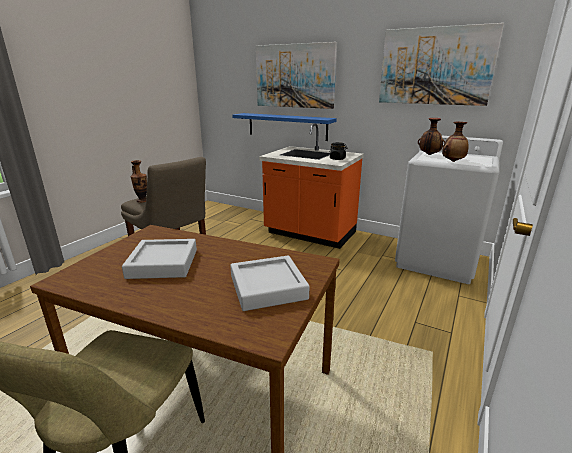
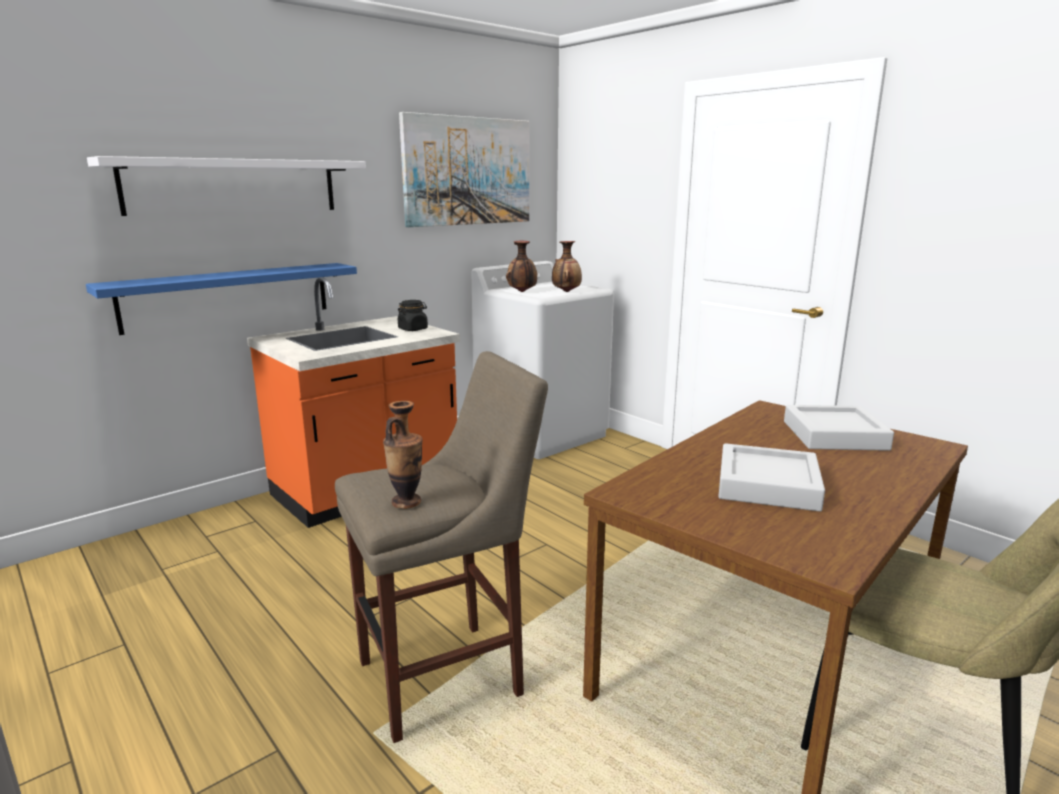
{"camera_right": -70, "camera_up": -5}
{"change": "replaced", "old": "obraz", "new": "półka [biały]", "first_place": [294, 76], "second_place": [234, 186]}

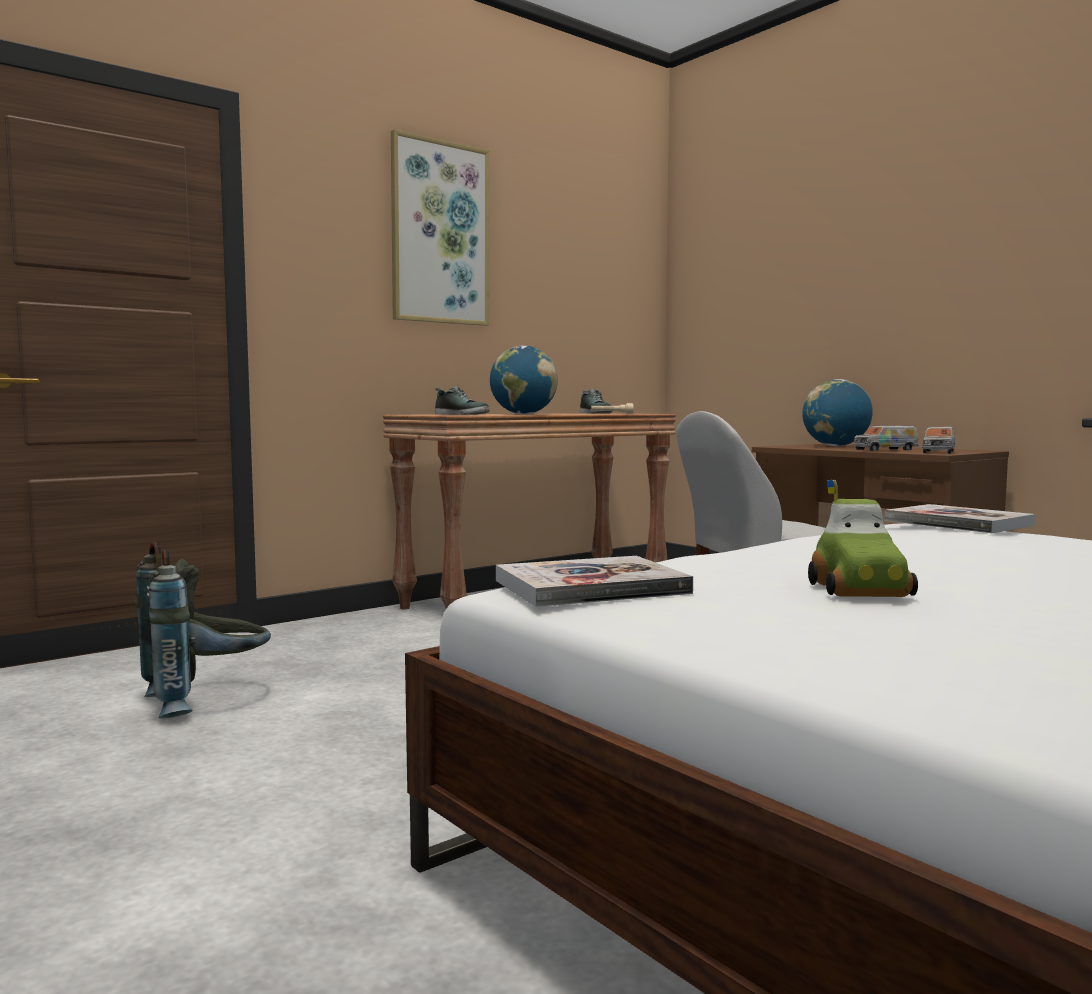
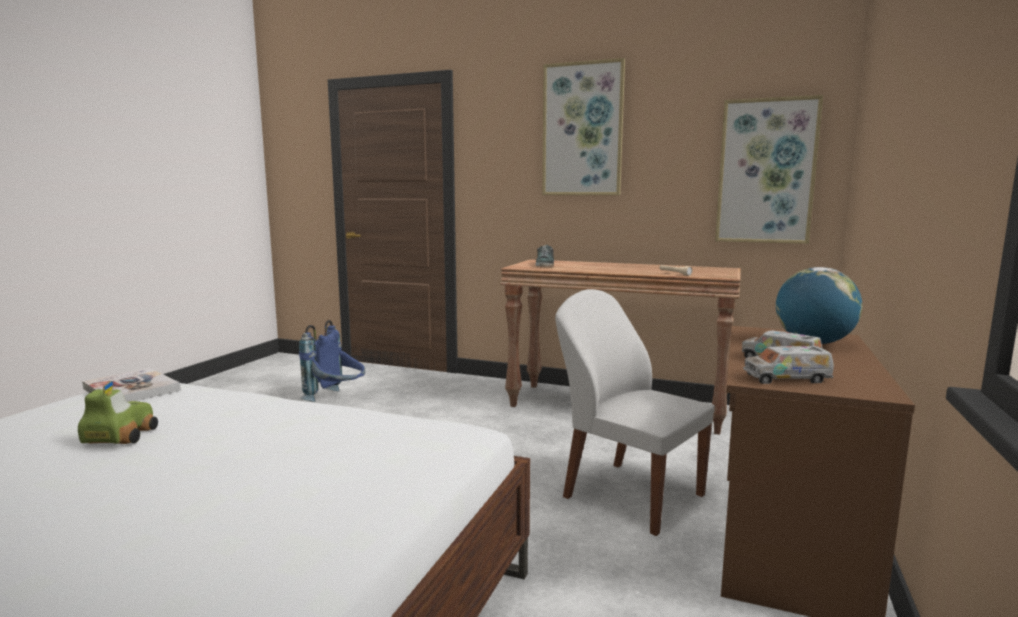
{"camera_right": 60, "camera_up": 5}
{"change": "turned", "old": "samochodzik", "first_place": [862, 590], "second_place": [119, 437], "degrees": 120}
{"change": "recoloured", "old": "plecak [szary]", "new": "plecak [niebieski]", "first_place": [206, 700], "second_place": [337, 399]}
{"change": "added", "new": "obraz", "second_place": [766, 171]}
{"change": "removed", "old": "globus", "first_place": [523, 414]}
{"change": "removed", "old": "but", "first_place": [596, 413]}
{"change": "removed", "old": "książka", "first_place": [958, 523]}

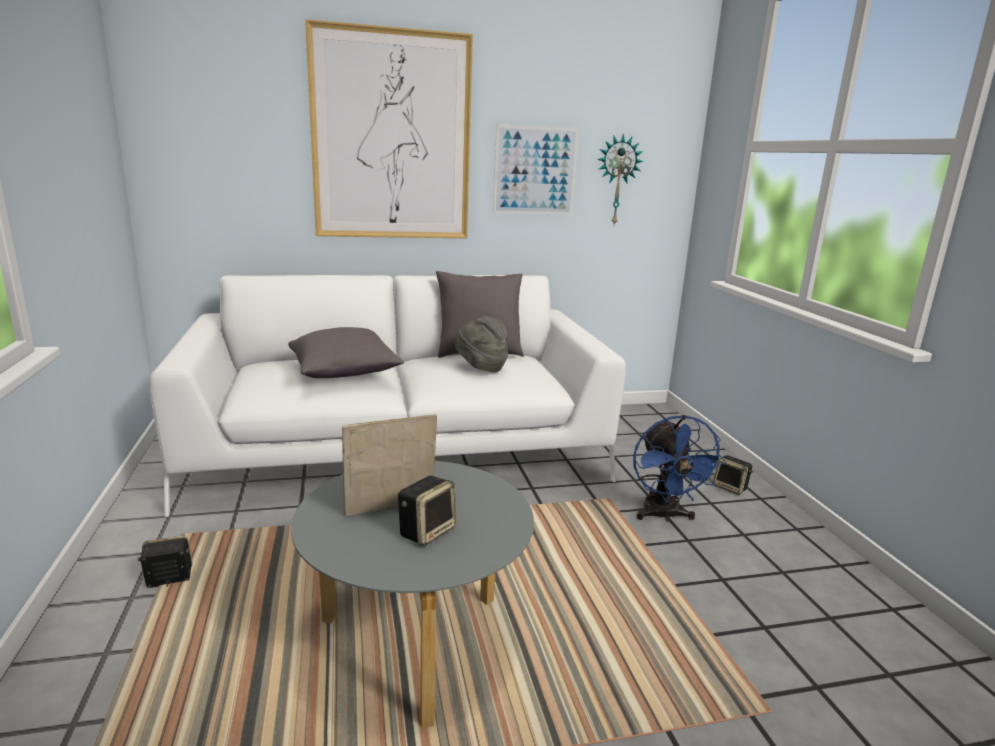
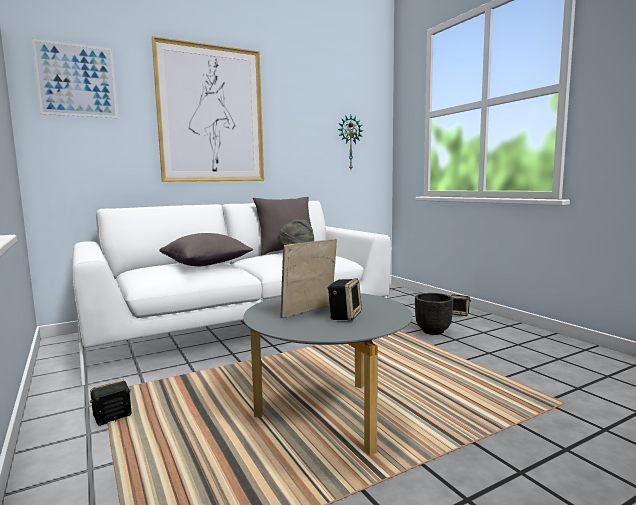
{"camera_right": -15, "camera_up": -10}
{"change": "moved", "old": "obraz", "first_place": [535, 171], "second_place": [77, 80]}
{"change": "replaced", "old": "wentylator [niebieski]", "new": "donica [czarny]", "first_place": [664, 516], "second_place": [433, 331]}

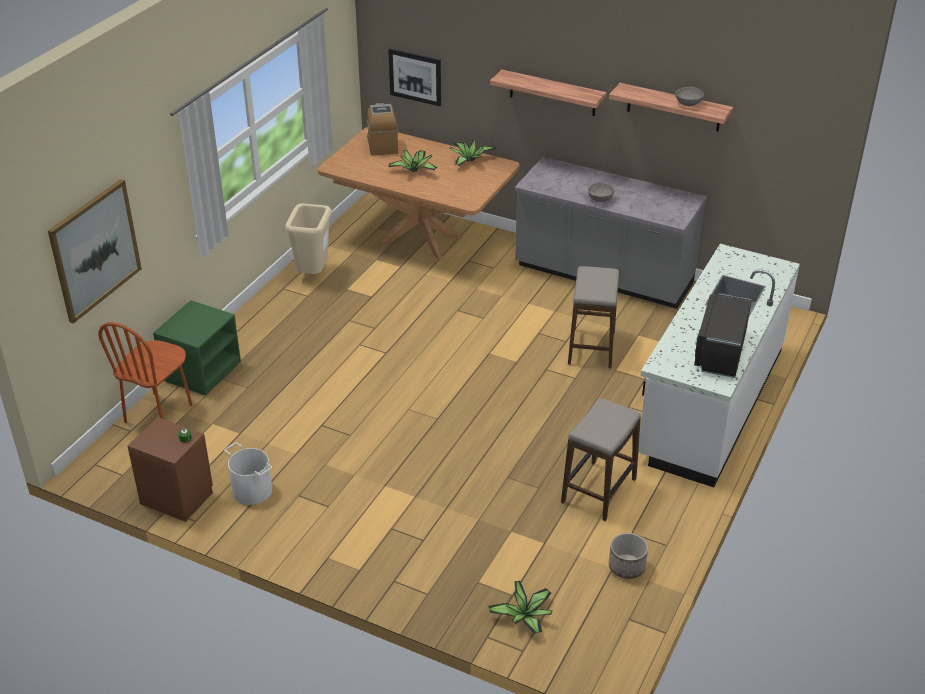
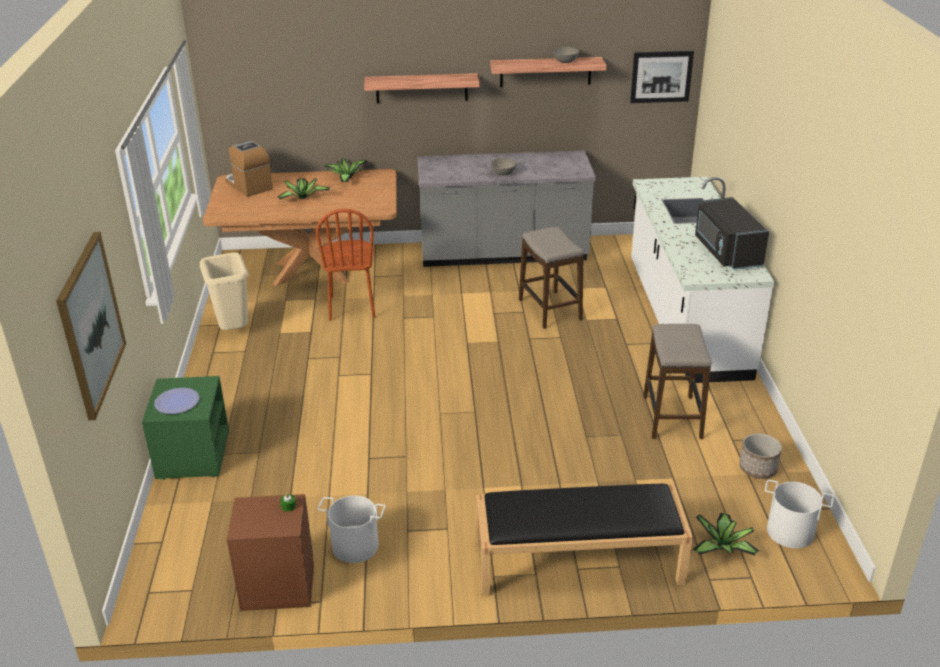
{"camera_right": -30, "camera_up": -5}
{"change": "added", "new": "talerz", "second_place": [177, 402]}
{"change": "moved", "old": "krzesło [brązowy]", "first_place": [159, 414], "second_place": [351, 307]}
{"change": "added", "new": "ławka [czarny]", "second_place": [577, 562]}
{"change": "moved", "old": "obraz", "first_place": [415, 77], "second_place": [661, 76]}
{"change": "added", "new": "wiadro [biały]", "second_place": [790, 532]}

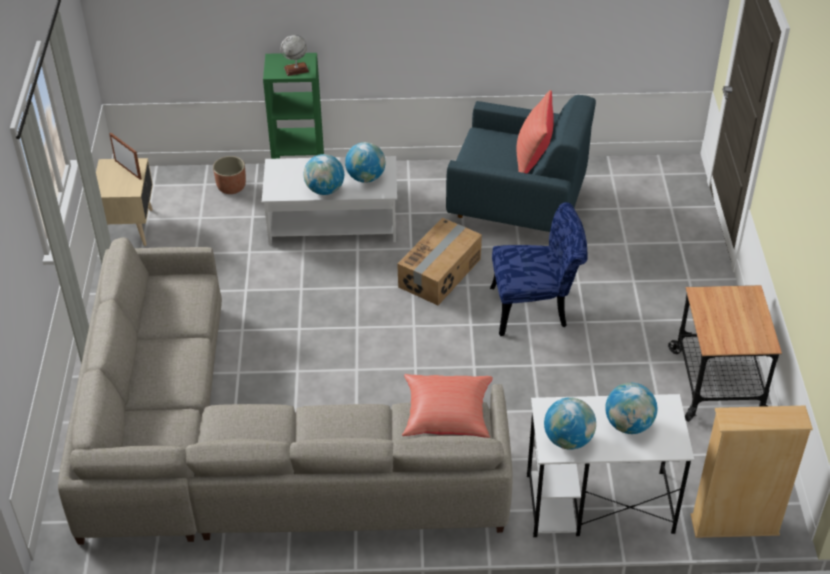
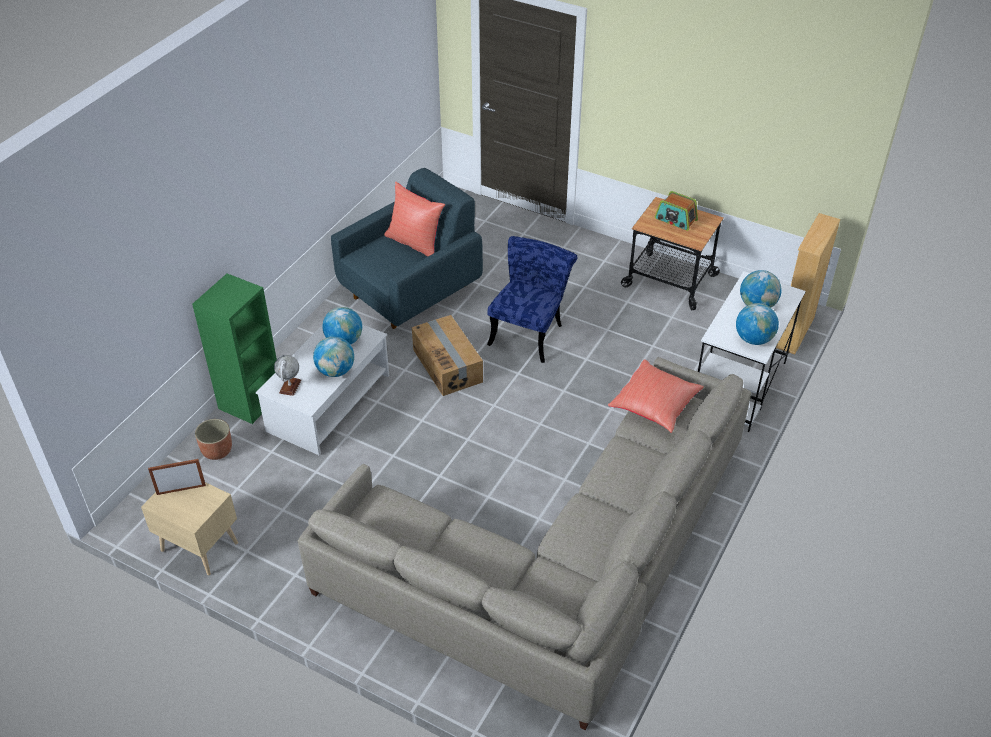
{"camera_right": -60, "camera_up": 0}
{"change": "moved", "old": "globus", "first_place": [296, 69], "second_place": [290, 386]}
{"change": "added", "new": "radio", "second_place": [675, 219]}

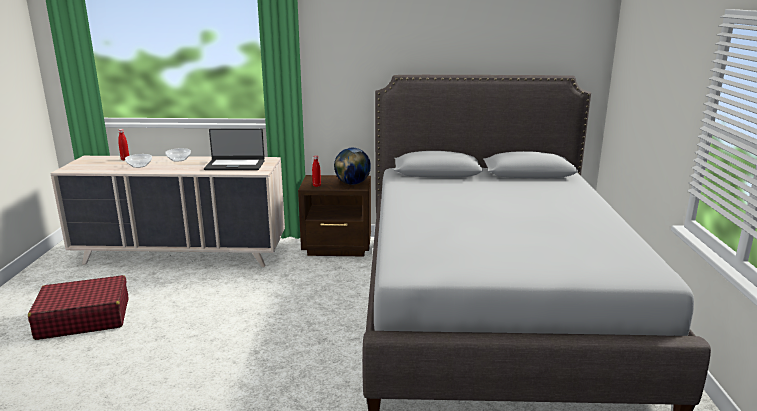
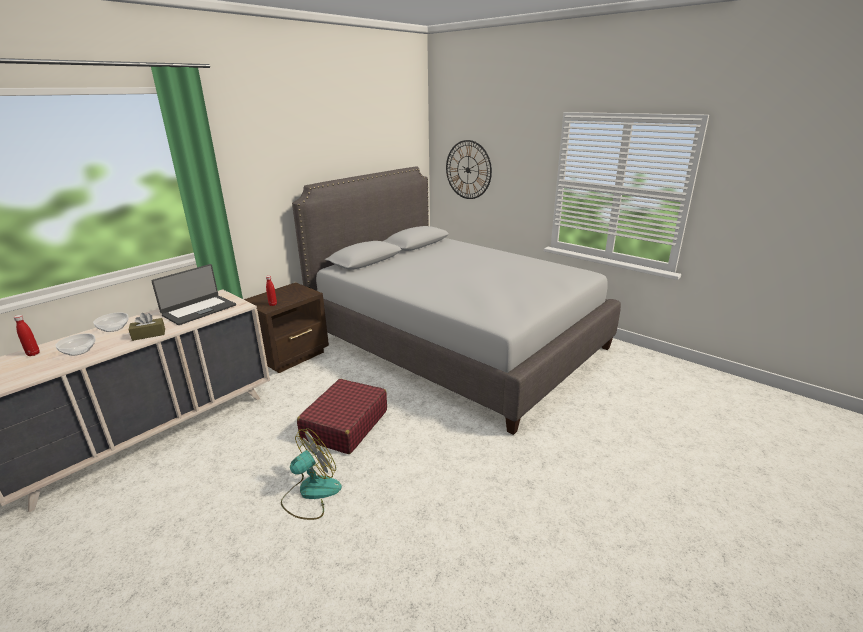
{"camera_right": -50, "camera_up": 5}
{"change": "added", "new": "pudełko chusteczek [brązowy]", "second_place": [149, 334]}
{"change": "added", "new": "wentylator", "second_place": [311, 493]}
{"change": "moved", "old": "walizka [czerwony]", "first_place": [83, 318], "second_place": [345, 425]}
{"change": "added", "new": "zegar ścienny", "second_place": [468, 170]}
{"change": "removed", "old": "globus", "first_place": [352, 183]}

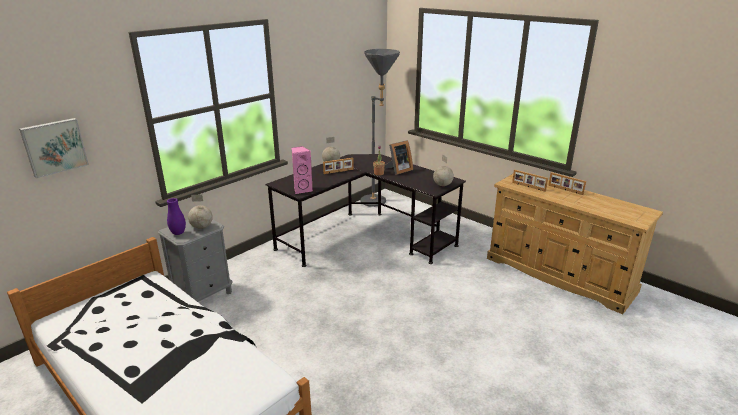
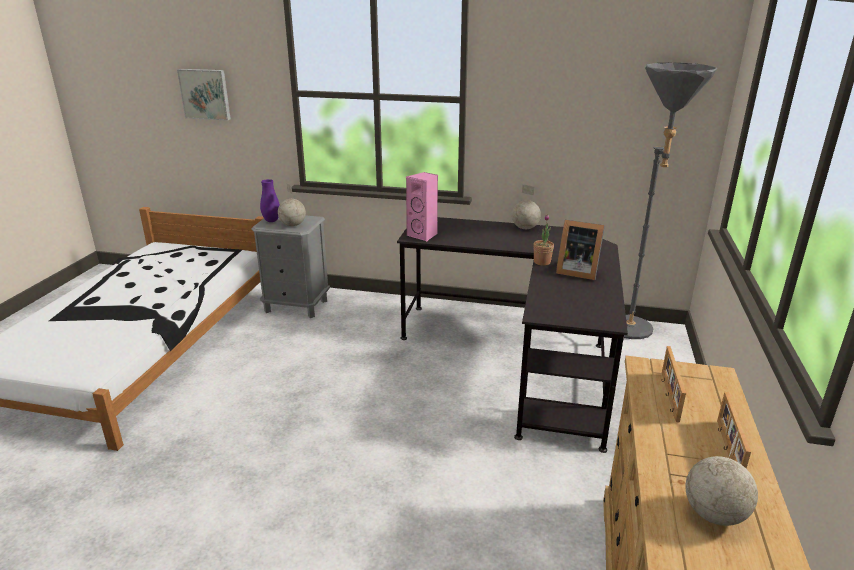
{"camera_right": 60, "camera_up": 0}
{"change": "moved", "old": "globus", "first_place": [442, 185], "second_place": [715, 514]}
{"change": "removed", "old": "ramka na zdjęcie", "first_place": [338, 171]}

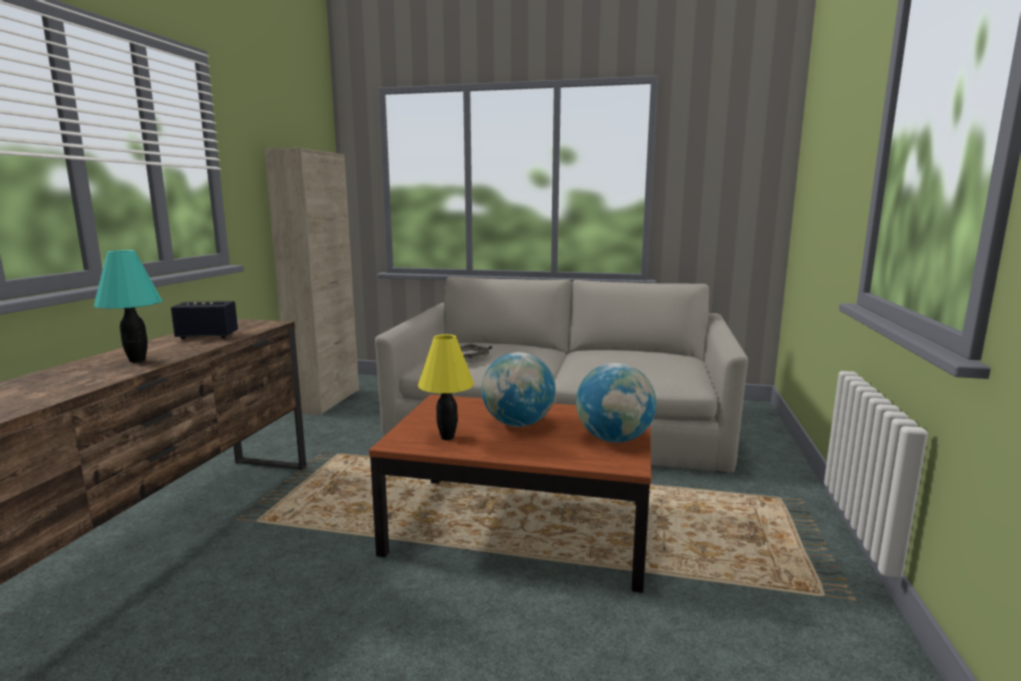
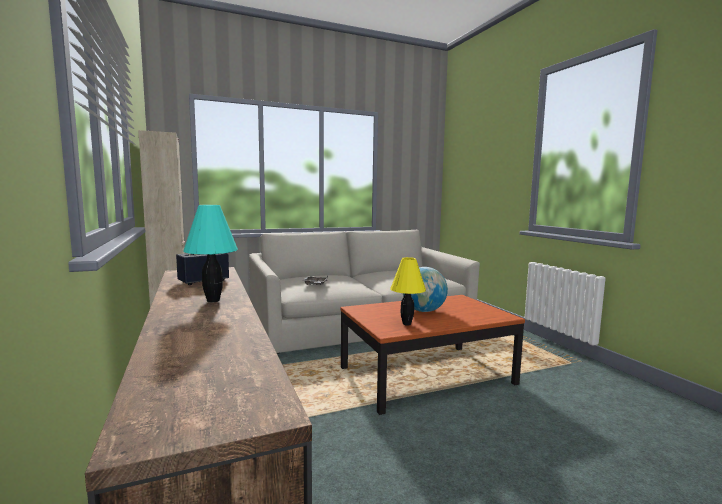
{"camera_right": -35, "camera_up": -5}
{"change": "removed", "old": "globus", "first_place": [614, 439]}

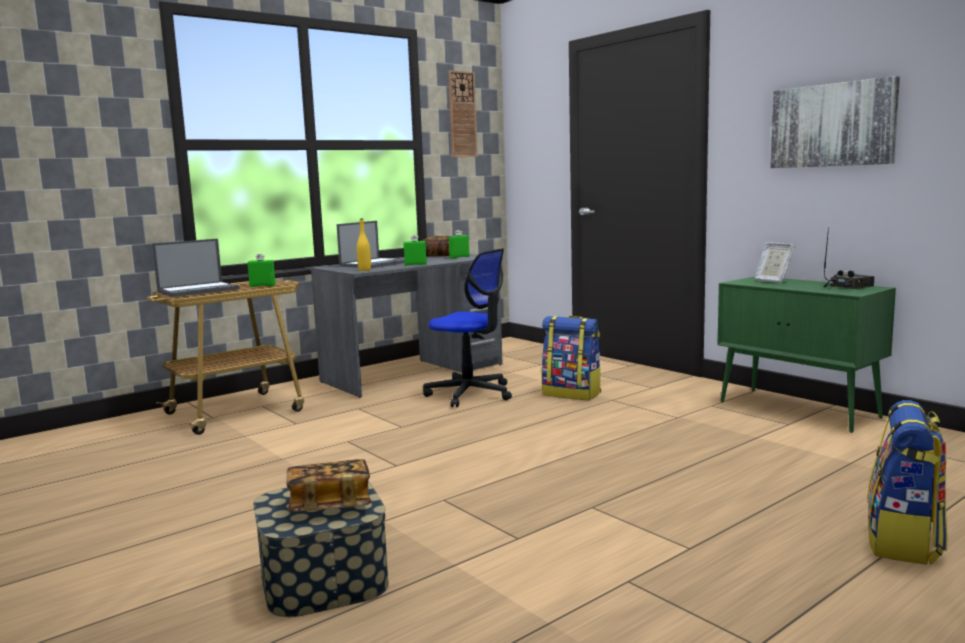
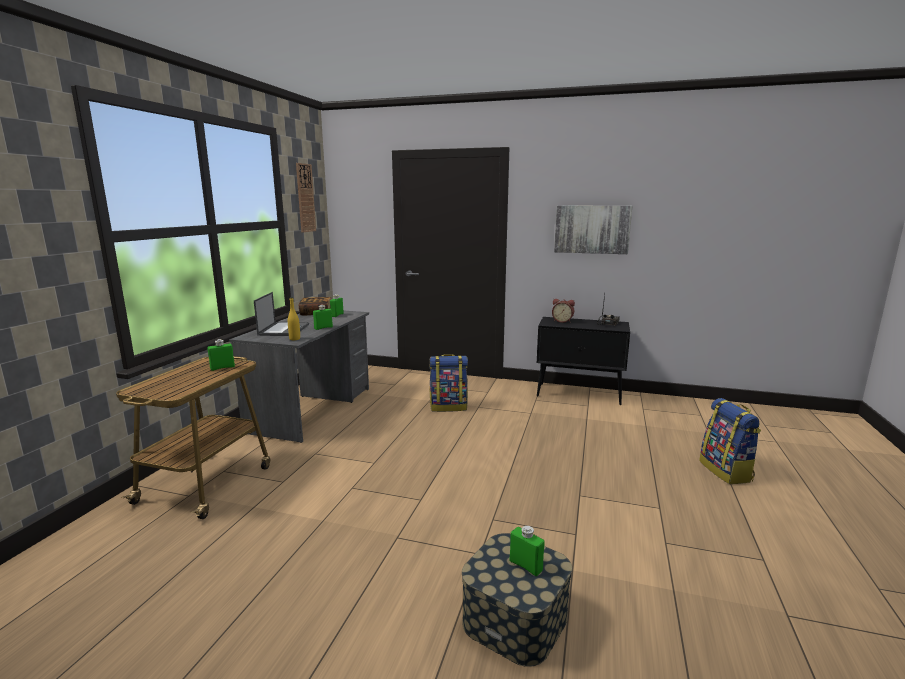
{"camera_right": -35, "camera_up": 5}
{"change": "replaced", "old": "książka", "new": "butelka [zielony]", "first_place": [329, 505], "second_place": [525, 565]}
{"change": "recoloured", "old": "szafka [zielony]", "new": "szafka [czarny]", "first_place": [799, 410], "second_place": [579, 394]}
{"change": "replaced", "old": "ramka na zdjęcie", "new": "budzik", "first_place": [773, 281], "second_place": [562, 321]}
{"change": "removed", "old": "laptop", "first_place": [199, 290]}
{"change": "removed", "old": "krzesło biurowe", "first_place": [470, 394]}

